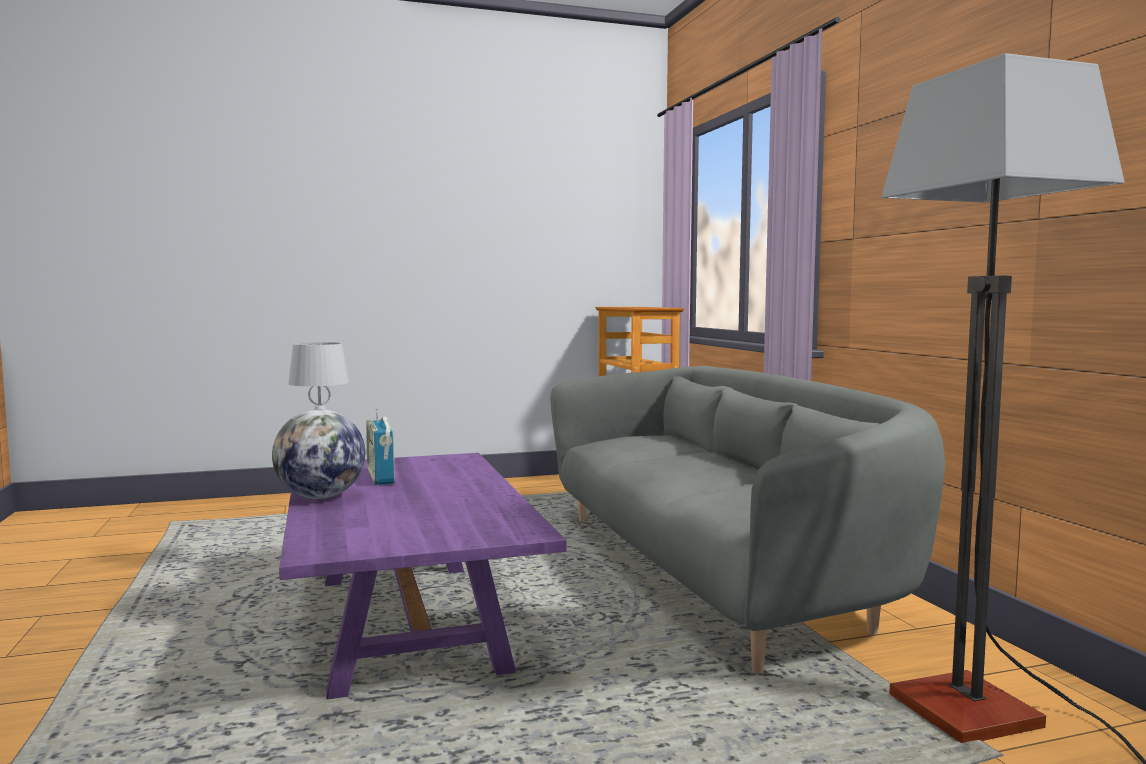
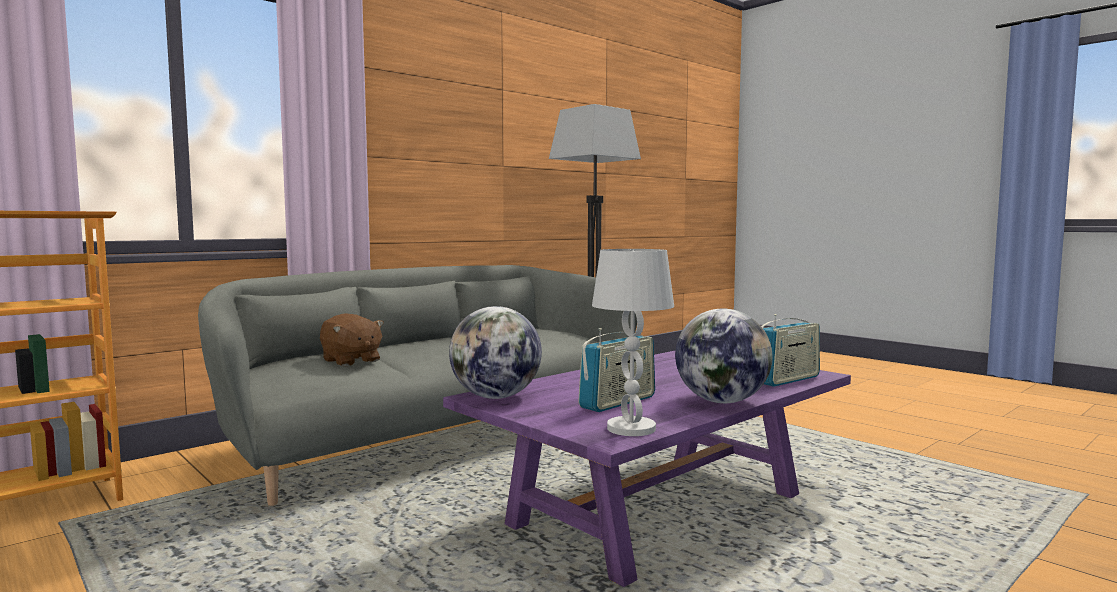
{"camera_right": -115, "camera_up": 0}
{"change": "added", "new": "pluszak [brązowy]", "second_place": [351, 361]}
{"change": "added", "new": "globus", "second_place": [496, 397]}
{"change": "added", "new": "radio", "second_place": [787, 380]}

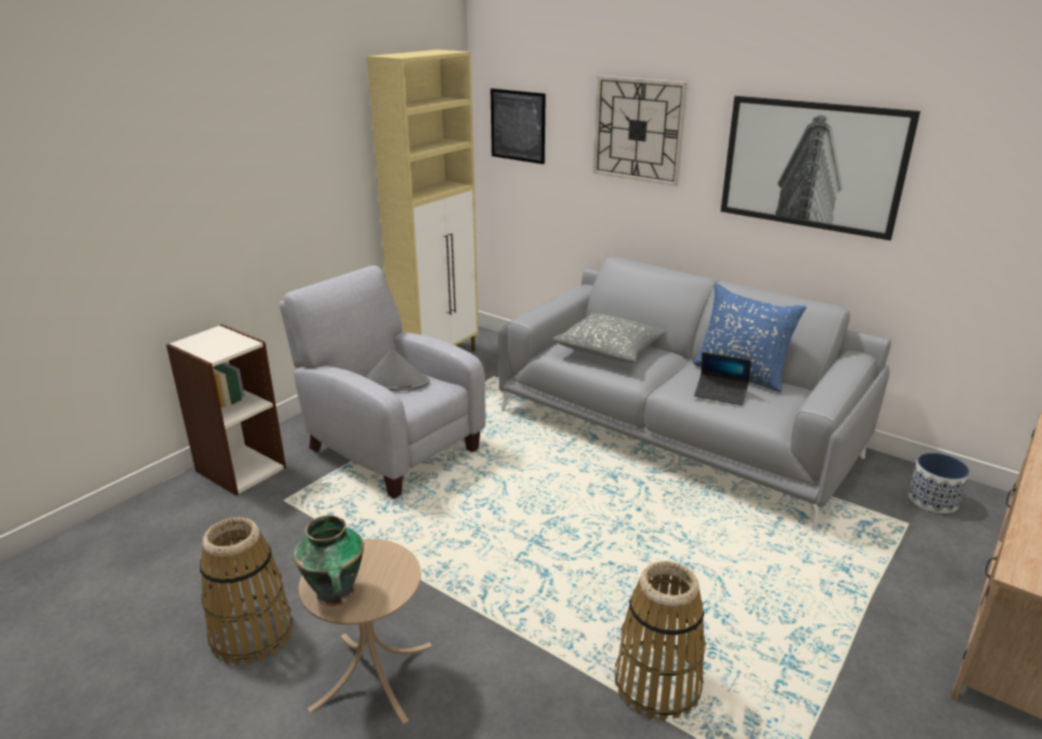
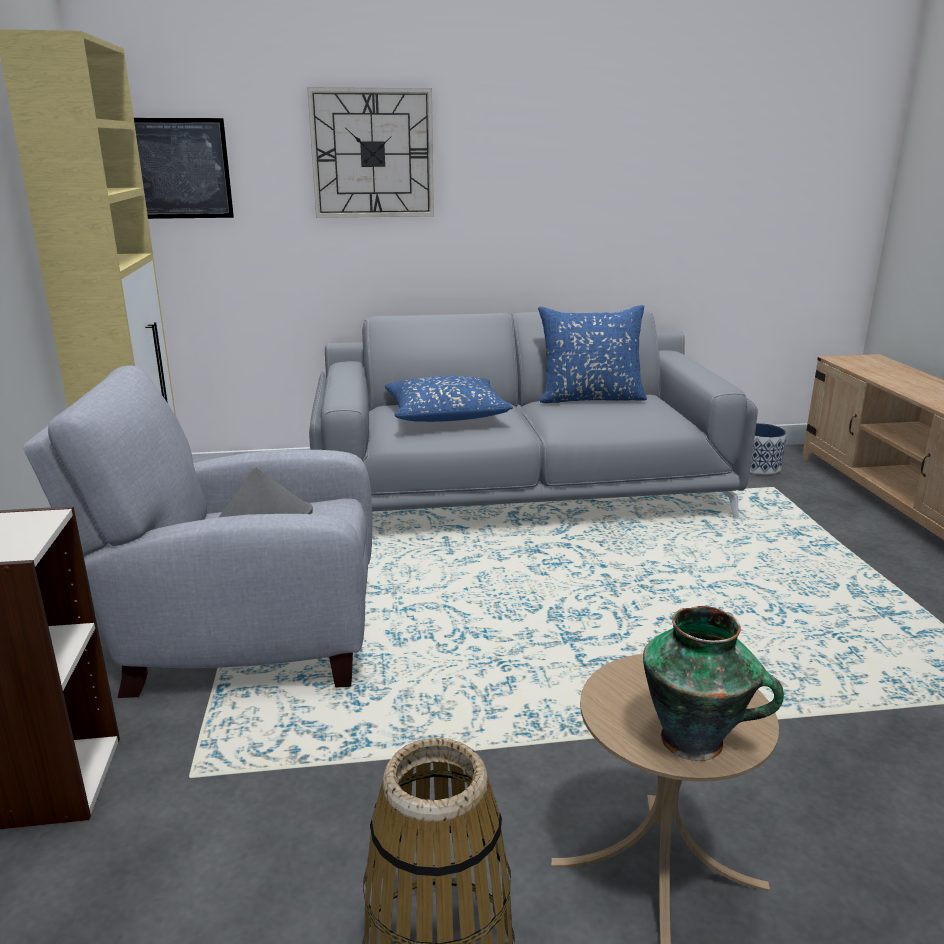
{"camera_right": -45, "camera_up": -5}
{"change": "recoloured", "old": "poduszka [szary]", "new": "poduszka [niebieski]", "first_place": [610, 349], "second_place": [446, 415]}
{"change": "removed", "old": "koszyk", "first_place": [657, 684]}
{"change": "removed", "old": "laptop", "first_place": [721, 394]}
{"change": "removed", "old": "obraz", "first_place": [811, 165]}

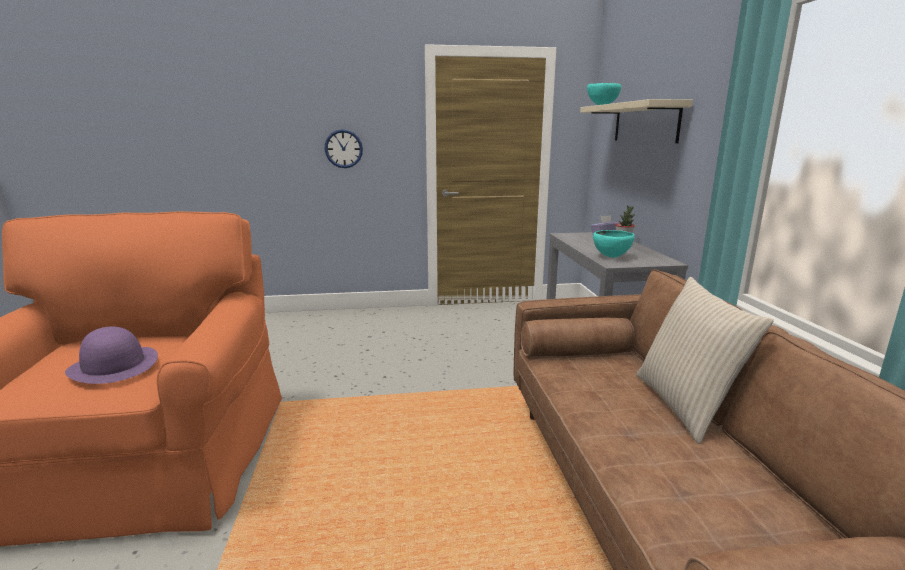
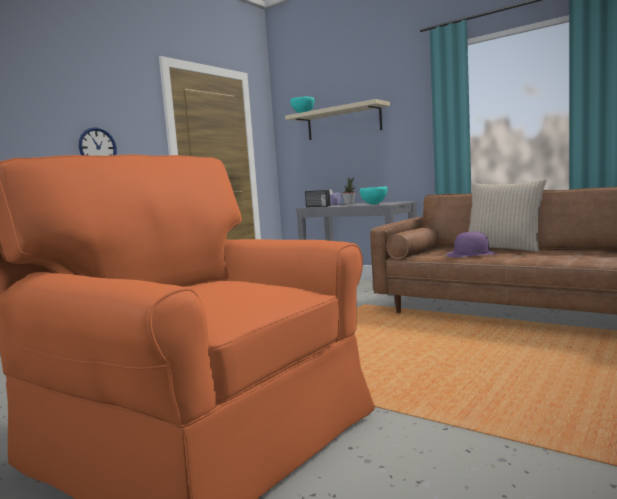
{"camera_right": -45, "camera_up": -10}
{"change": "added", "new": "radio", "second_place": [317, 206]}
{"change": "moved", "old": "kapelusz [fioletowy]", "first_place": [114, 365], "second_place": [471, 254]}

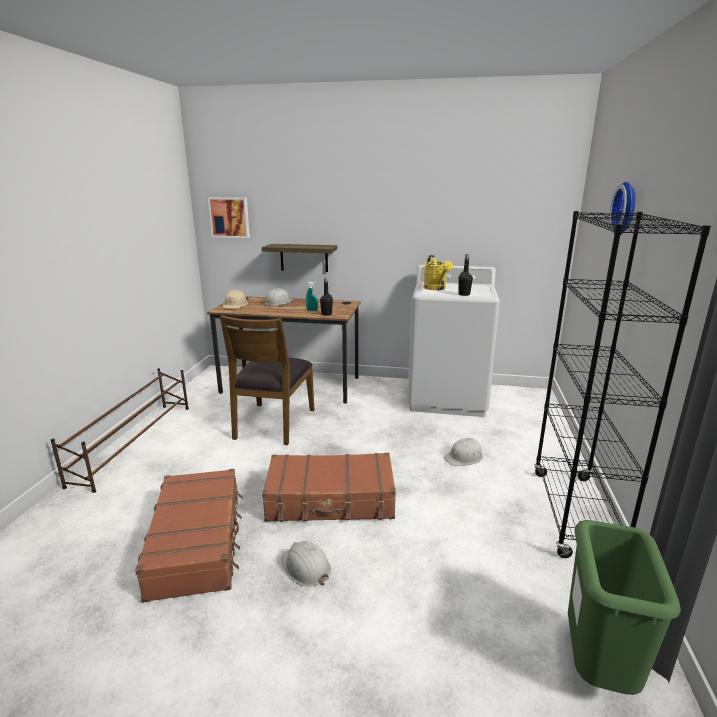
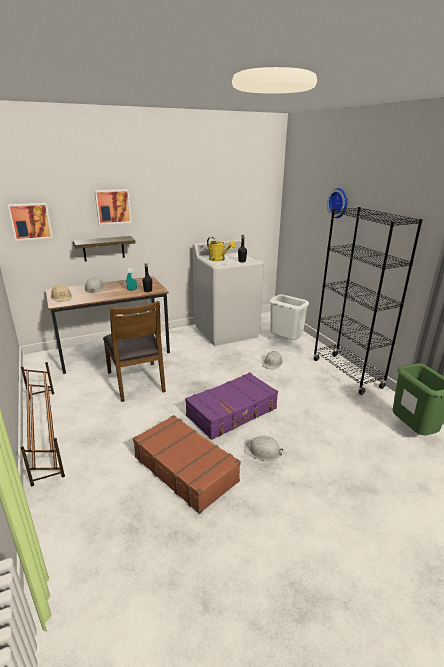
{"camera_right": -35, "camera_up": 5}
{"change": "added", "new": "obraz", "second_place": [113, 206]}
{"change": "recoloured", "old": "walizka [brązowy]", "new": "walizka [fioletowy]", "first_place": [331, 500], "second_place": [232, 412]}
{"change": "added", "new": "kosz na śmieci [biały]", "second_place": [285, 342]}

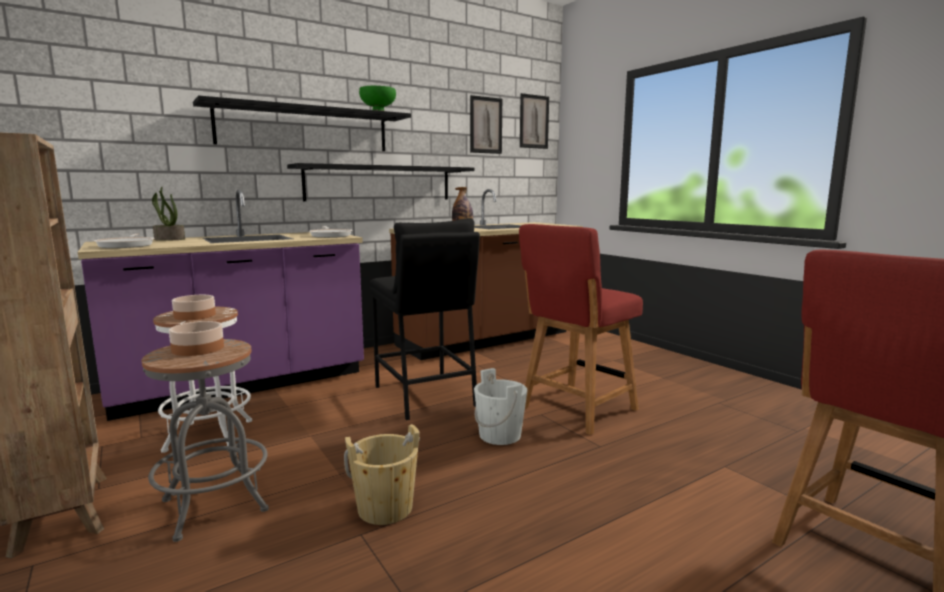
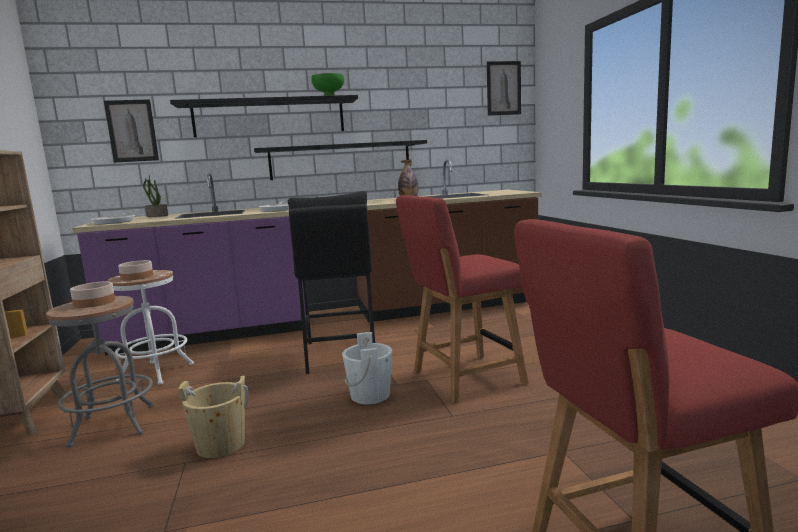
{"camera_right": 20, "camera_up": 0}
{"change": "moved", "old": "obraz", "first_place": [486, 125], "second_place": [132, 131]}

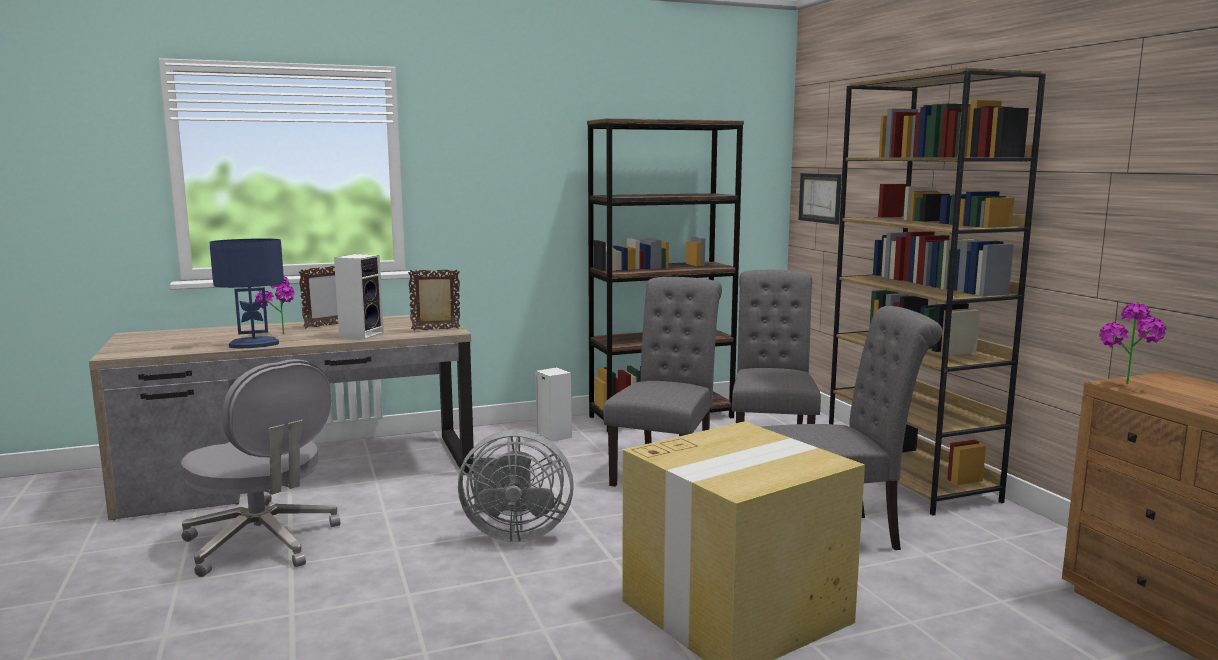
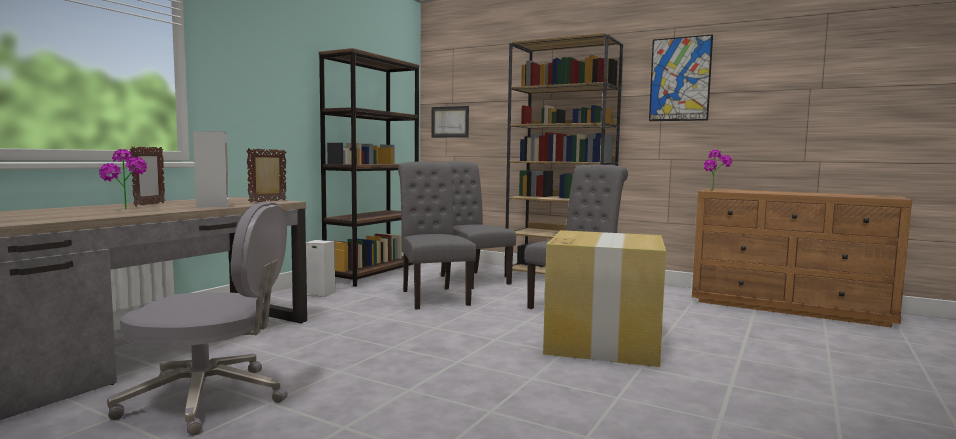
{"camera_right": -40, "camera_up": -5}
{"change": "added", "new": "obraz", "second_place": [680, 79]}
{"change": "removed", "old": "lampa stołowa [niebieski]", "first_place": [254, 345]}
{"change": "removed", "old": "wentylator [szary]", "first_place": [514, 533]}

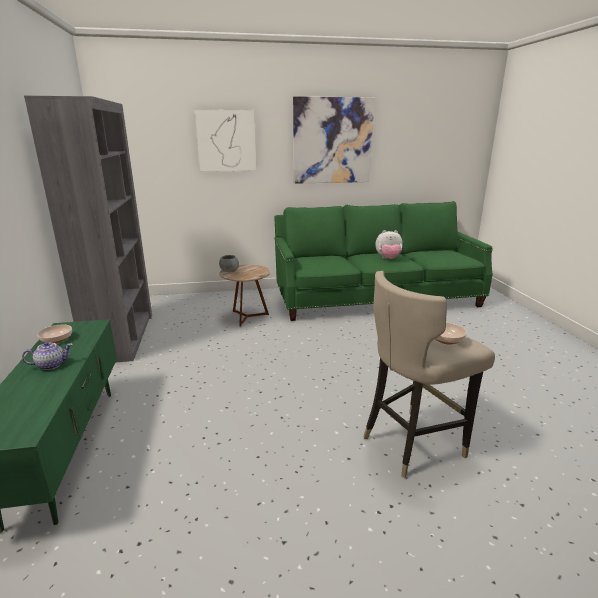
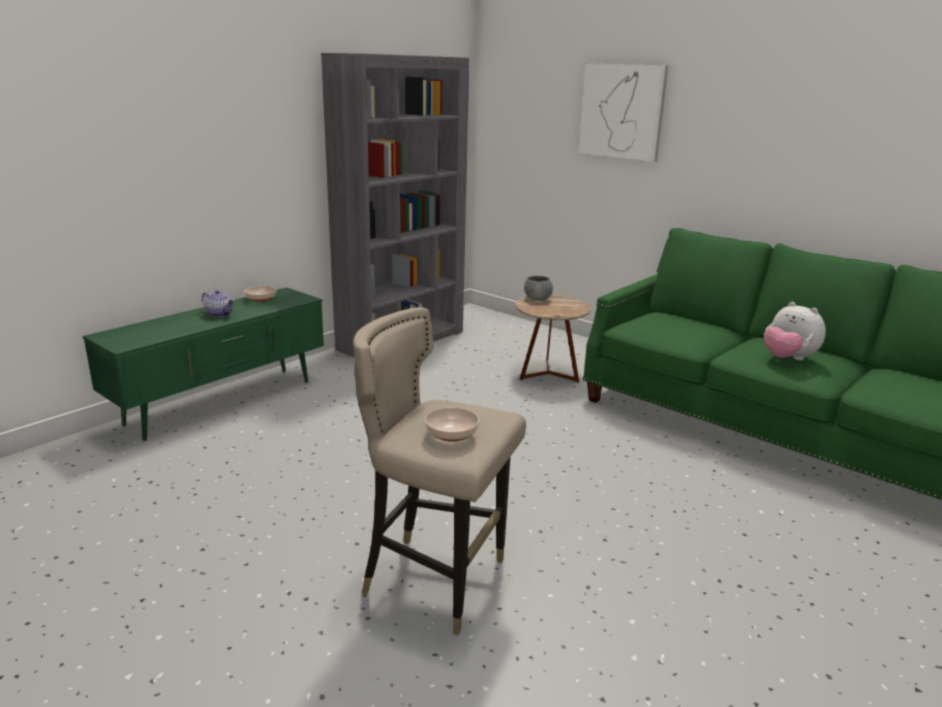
{"camera_right": 50, "camera_up": 0}
{"change": "removed", "old": "obraz", "first_place": [332, 141]}

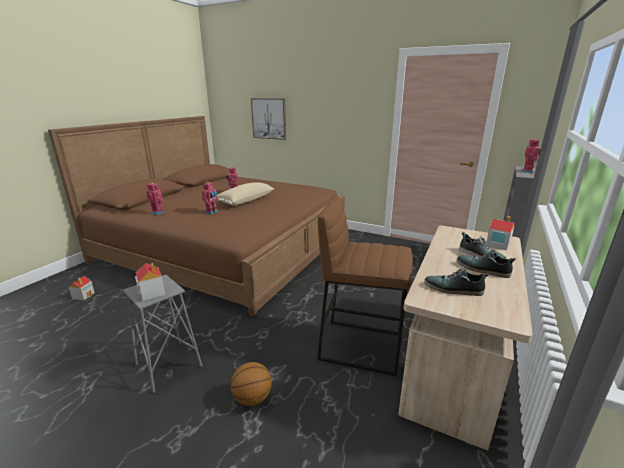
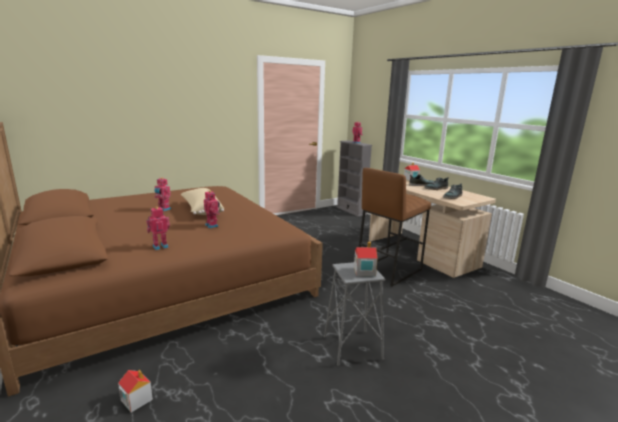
{"camera_right": -60, "camera_up": -5}
{"change": "removed", "old": "piłka do koszykówki", "first_place": [252, 398]}
{"change": "removed", "old": "obraz", "first_place": [269, 118]}

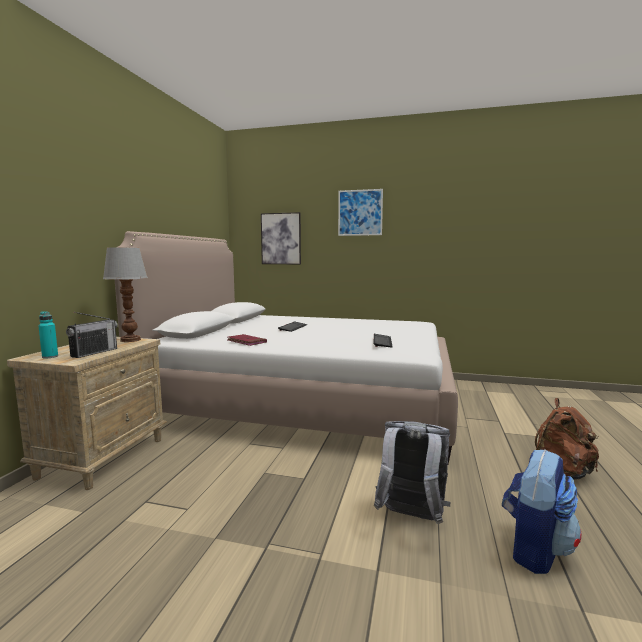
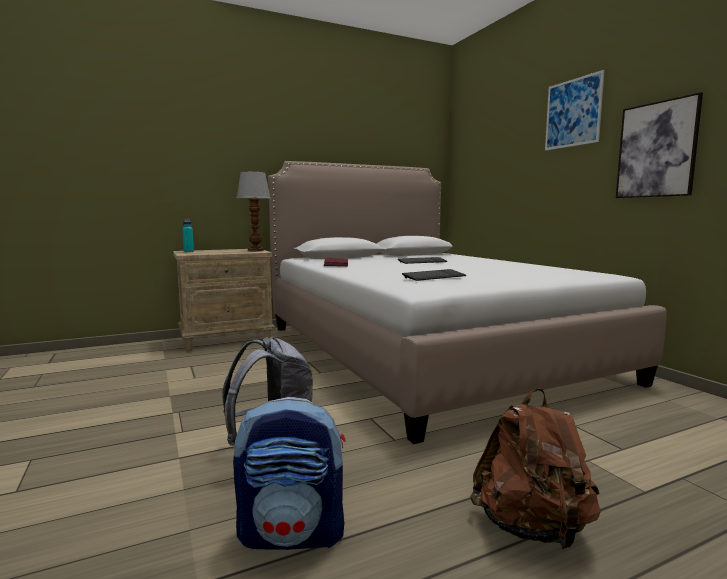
{"camera_right": 50, "camera_up": 0}
{"change": "moved", "old": "obraz", "first_place": [281, 238], "second_place": [656, 150]}
{"change": "removed", "old": "radio", "first_place": [94, 352]}

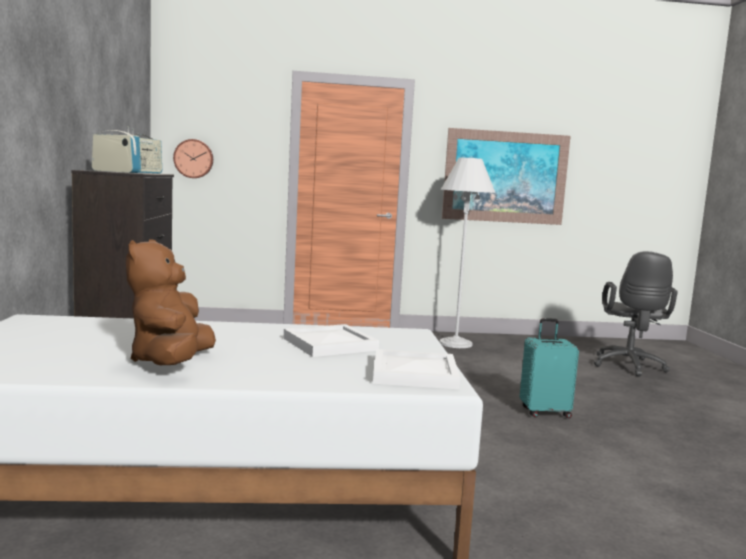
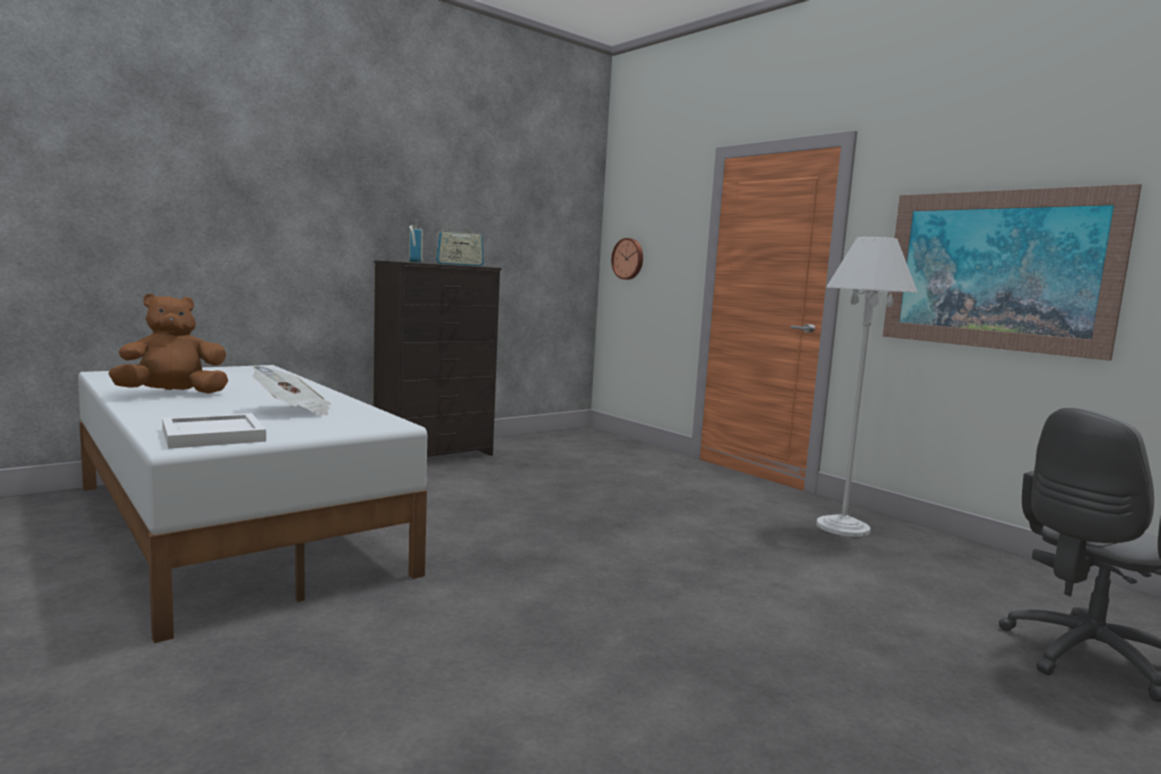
{"camera_right": 55, "camera_up": 0}
{"change": "replaced", "old": "taca [biały]", "new": "gazeta", "first_place": [330, 344], "second_place": [294, 411]}
{"change": "removed", "old": "walizka [turkusowy]", "first_place": [544, 412]}

